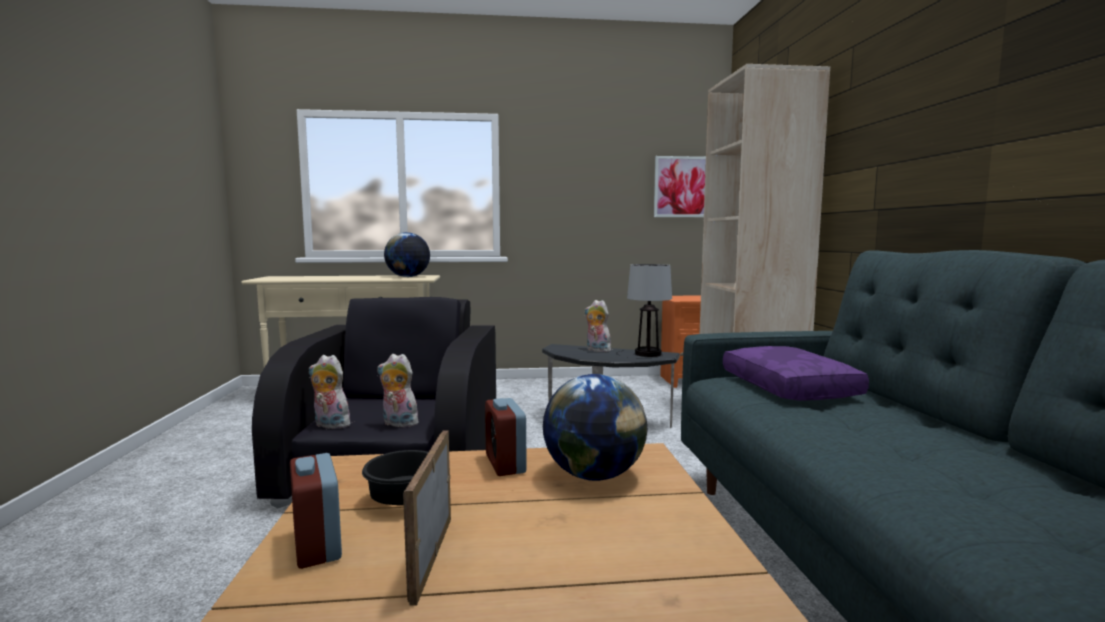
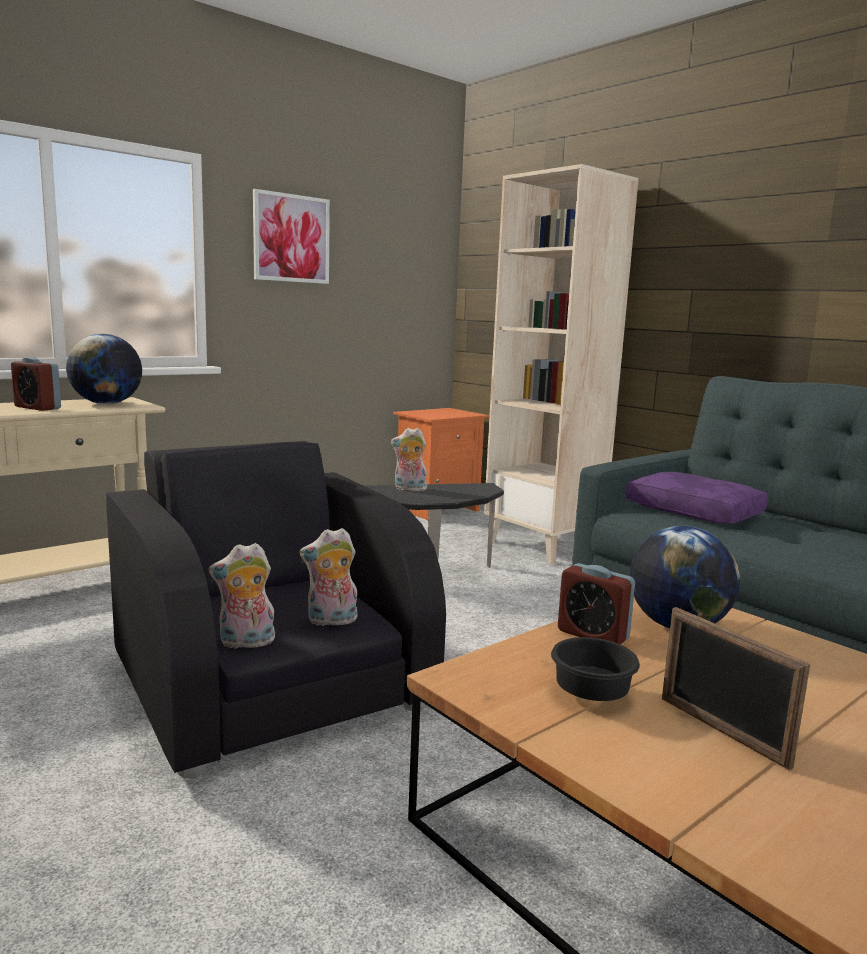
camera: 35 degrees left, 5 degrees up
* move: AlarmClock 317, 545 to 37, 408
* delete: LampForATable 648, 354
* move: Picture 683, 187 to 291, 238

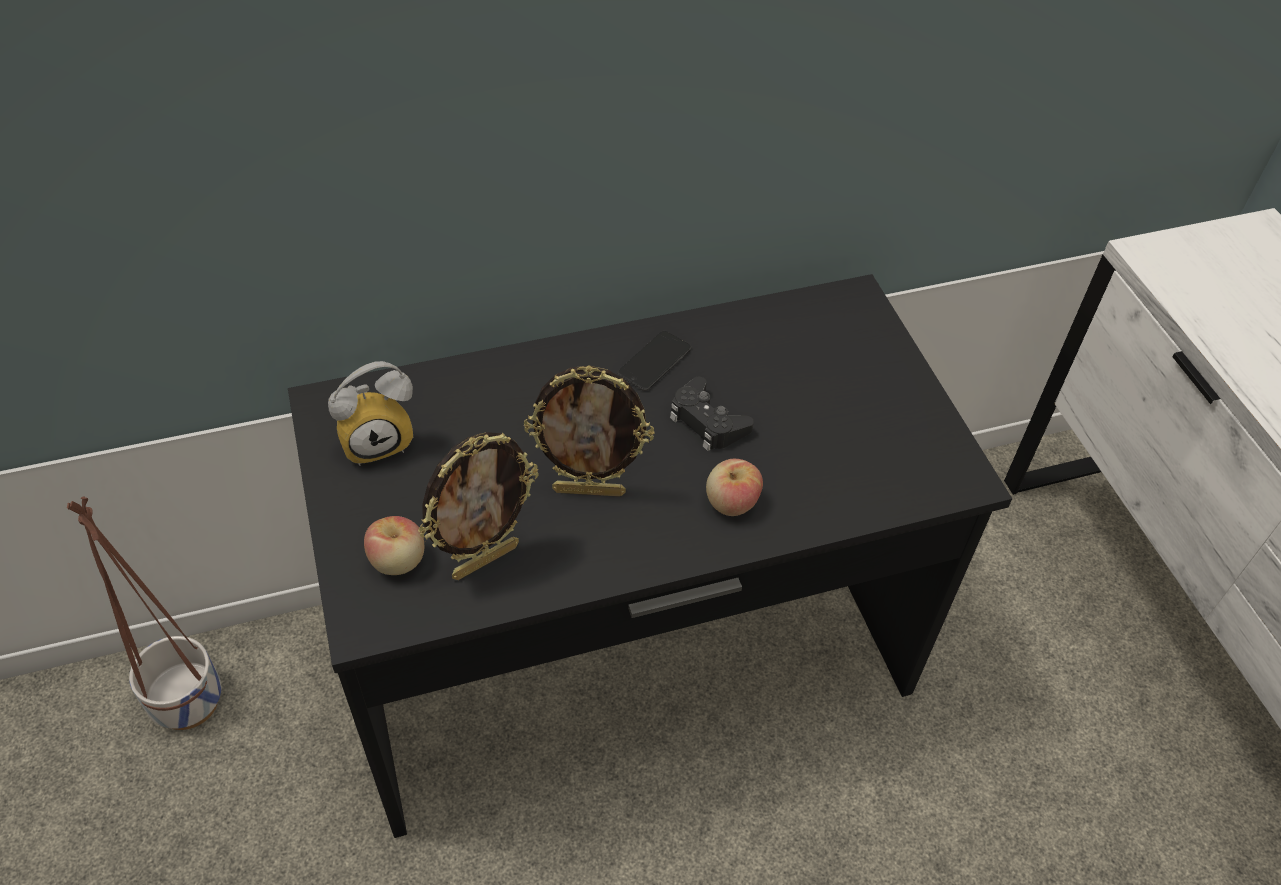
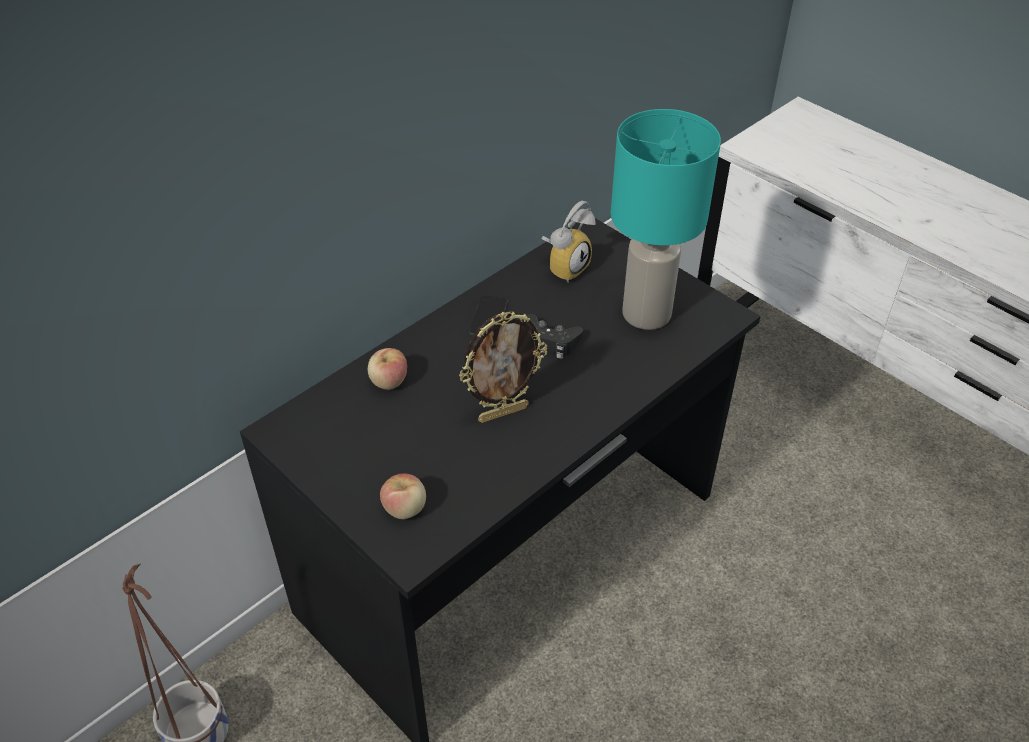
camera: 25 degrees left, 5 degrees down
* move: AlarmClock 378, 439 to 565, 267
* delete: PhotoFrame 485, 560
* move: AppleFruit 731, 502 to 389, 381
* insert: TurquoiseLampForATable 647, 315

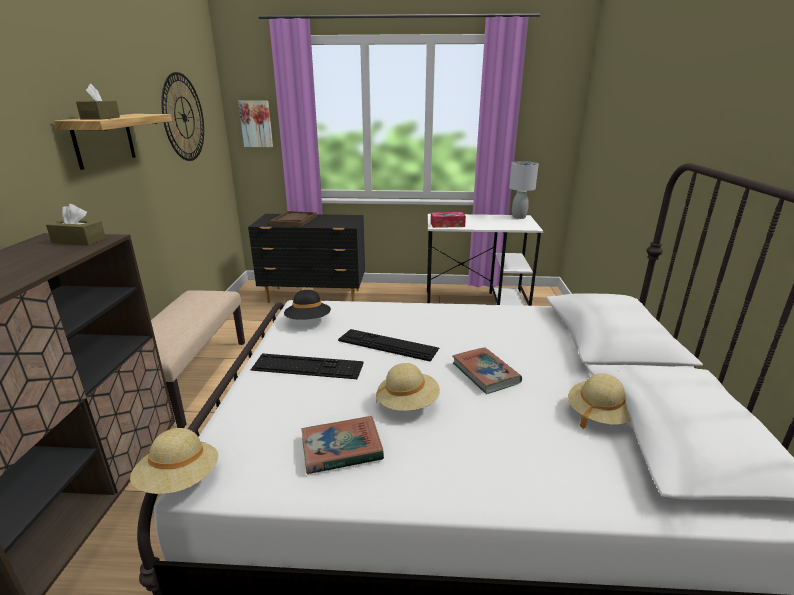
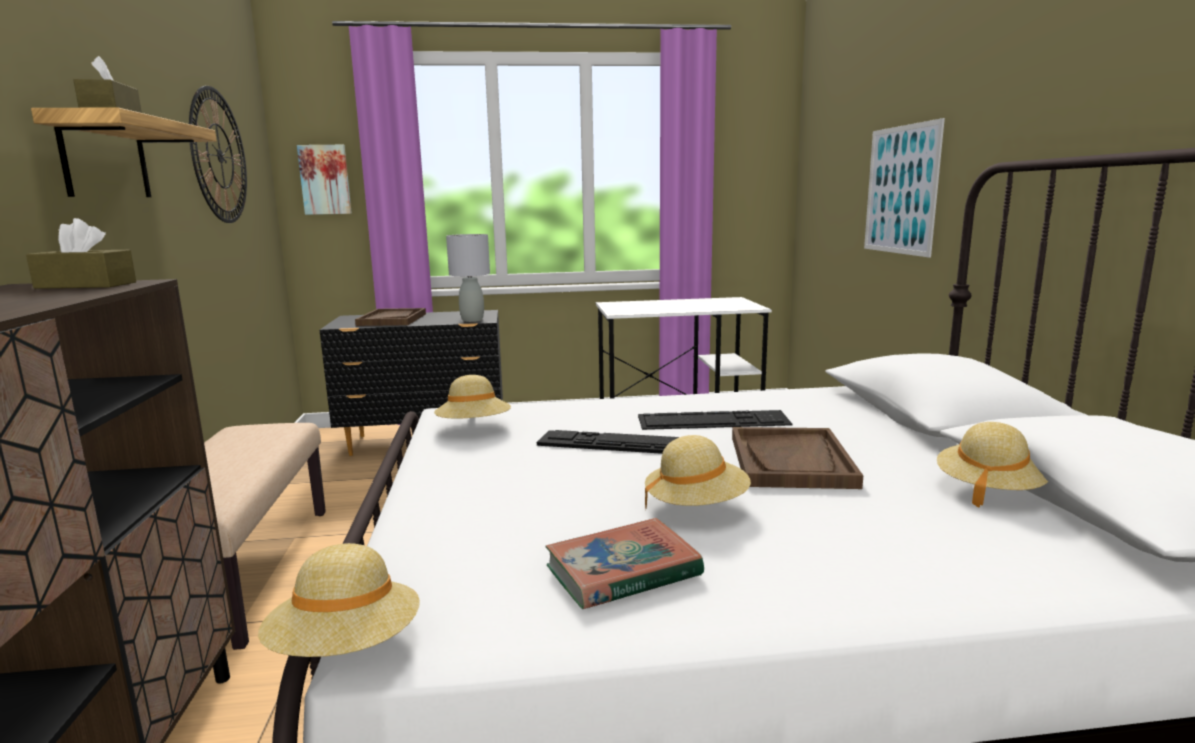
camera: 10 degrees left, 10 degrees down
* move: PcKeyboard 307, 366 to 713, 421
* recolor: BlackishWearableHat 308, 321 to BeigeColouredWearableHat 474, 427
* delete: TissueHolder 447, 225
* replace: BoundBook 485, 373 to BrownishCarryingTray 791, 461
* move: GrayLampForATable 519, 217 to 472, 320
* insert: Picture 901, 190

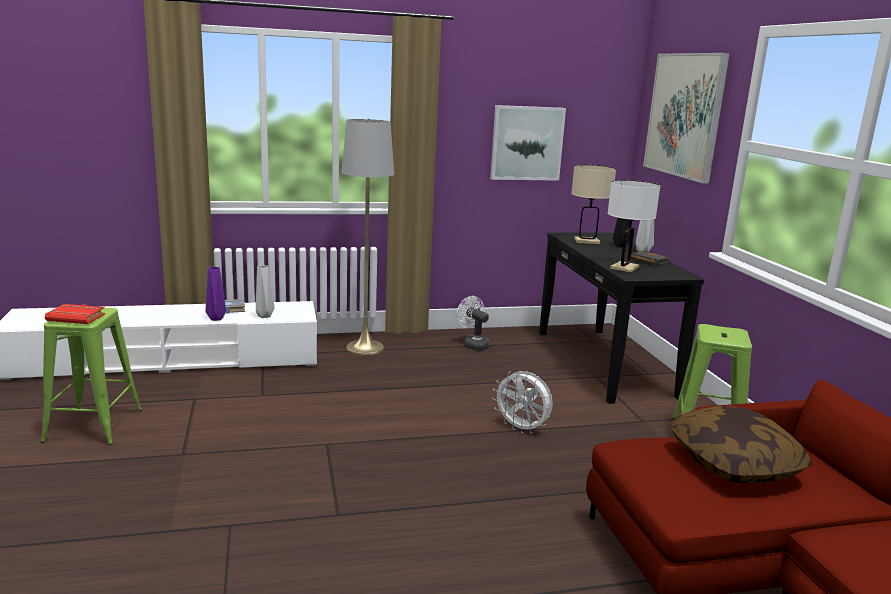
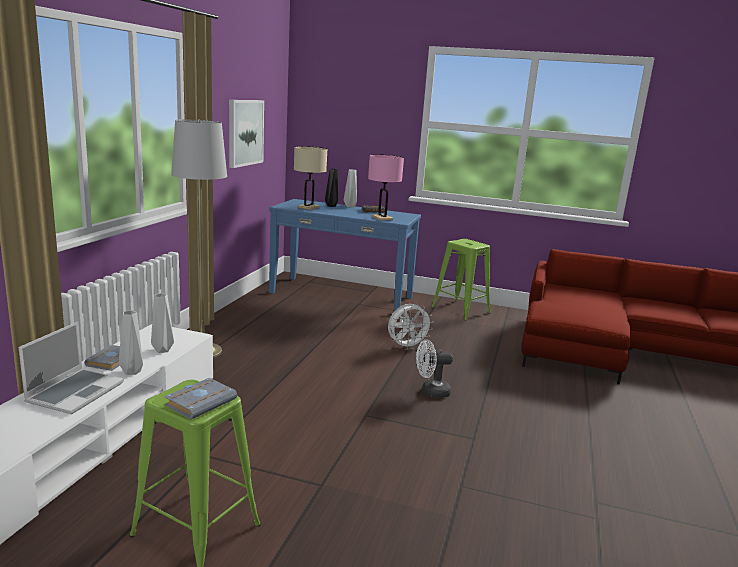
camera: 60 degrees left, 0 degrees up
* recolor: RedBoundBook 78, 317 to GrayBoundBook 200, 401
* recolor: PurpleDecorativeVase 217, 319 to GrayDecorativeVase 133, 371
* move: WhitishElectricFan 473, 344 to 431, 392
* recolor: BlackishConsoleTable 604, 363 to BlueConsoleTable 341, 295
* recolor: WhitishLampForATable 624, 268 to PinkishLampForATable 382, 218
* delete: Picture 684, 115
* delete: Pillow 734, 463
* insert: Laptop 75, 392

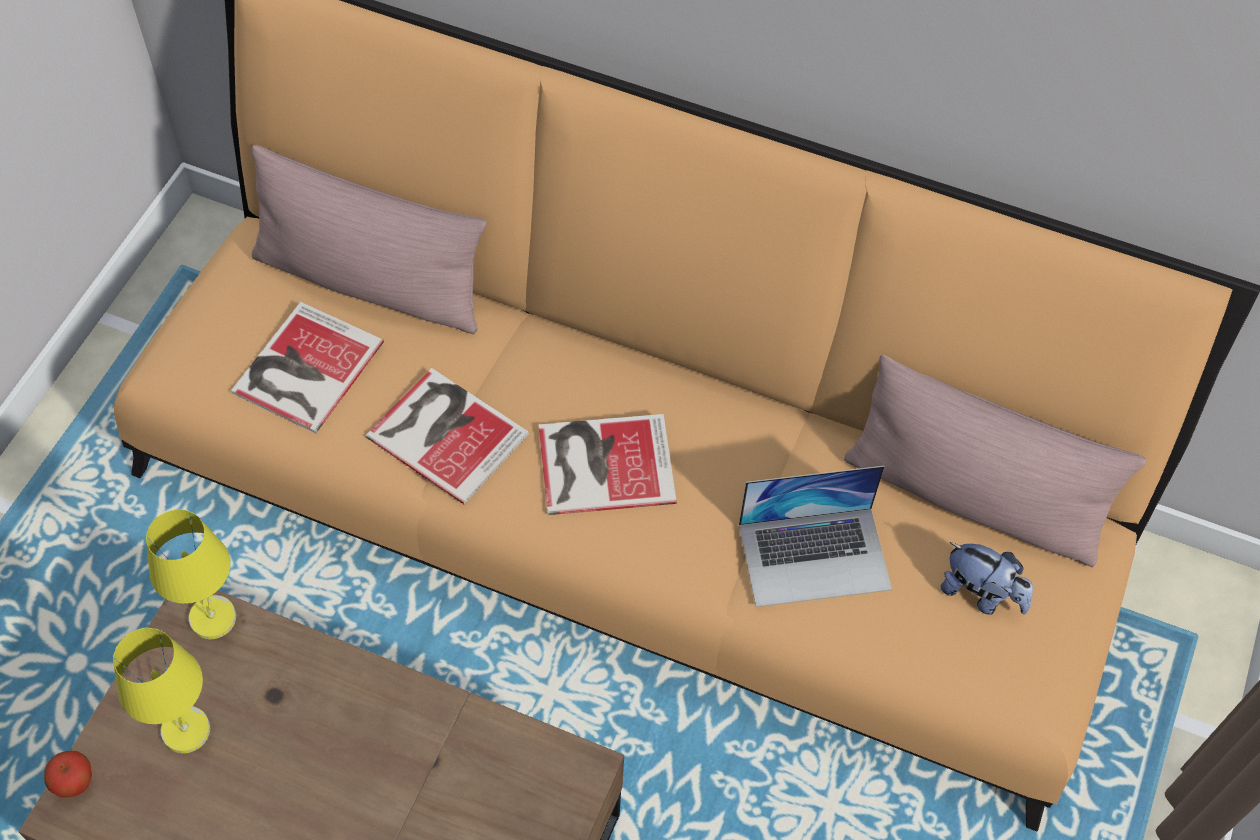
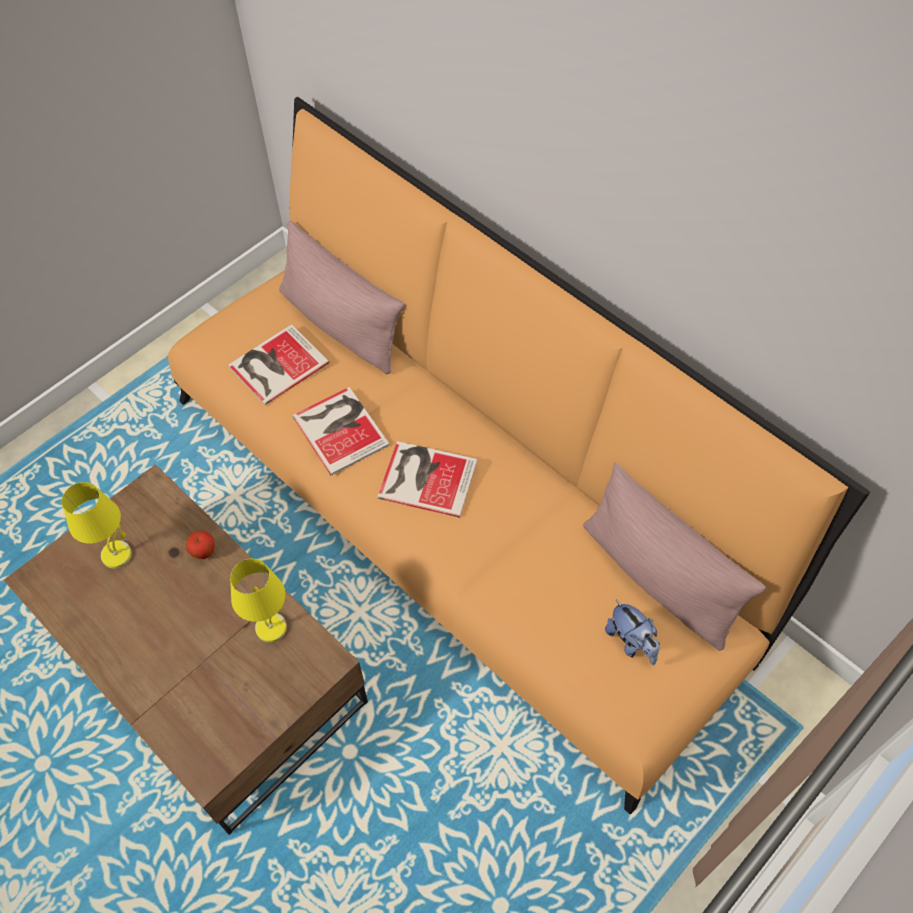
camera: 25 degrees right, 0 degrees up
* move: AppleFruit 76, 784 to 204, 553
* move: YellowishLampForATable 213, 616 to 271, 627
* delete: Laptop 814, 556

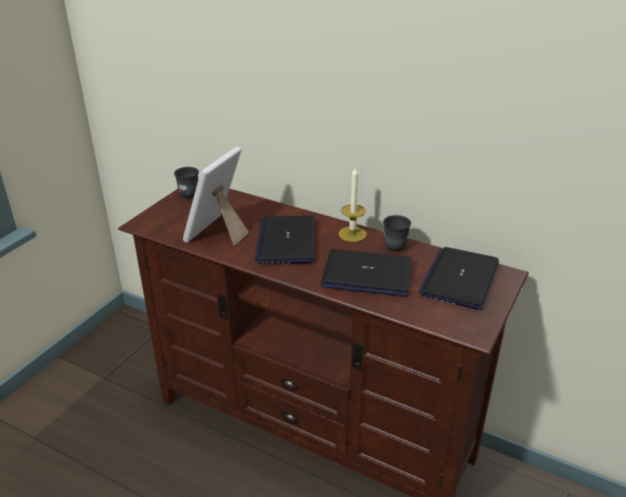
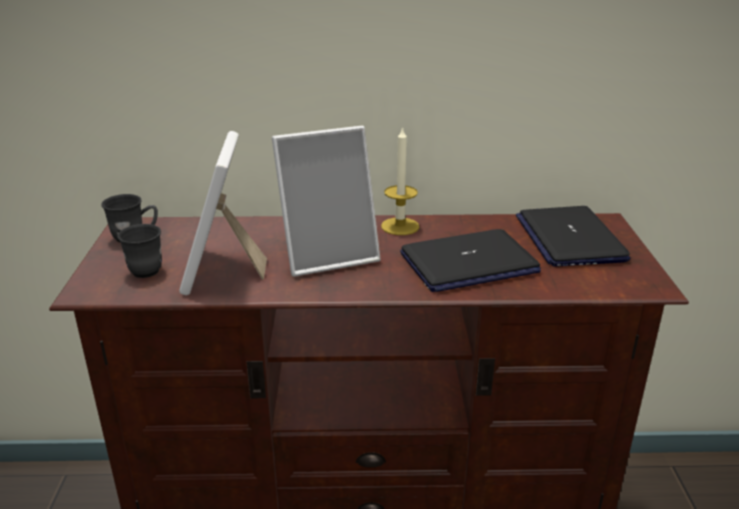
camera: 30 degrees left, 5 degrees down
* replace: Laptop 287, 241 to PhotoFrame 328, 255
* move: GrayMug 395, 244 to 145, 268

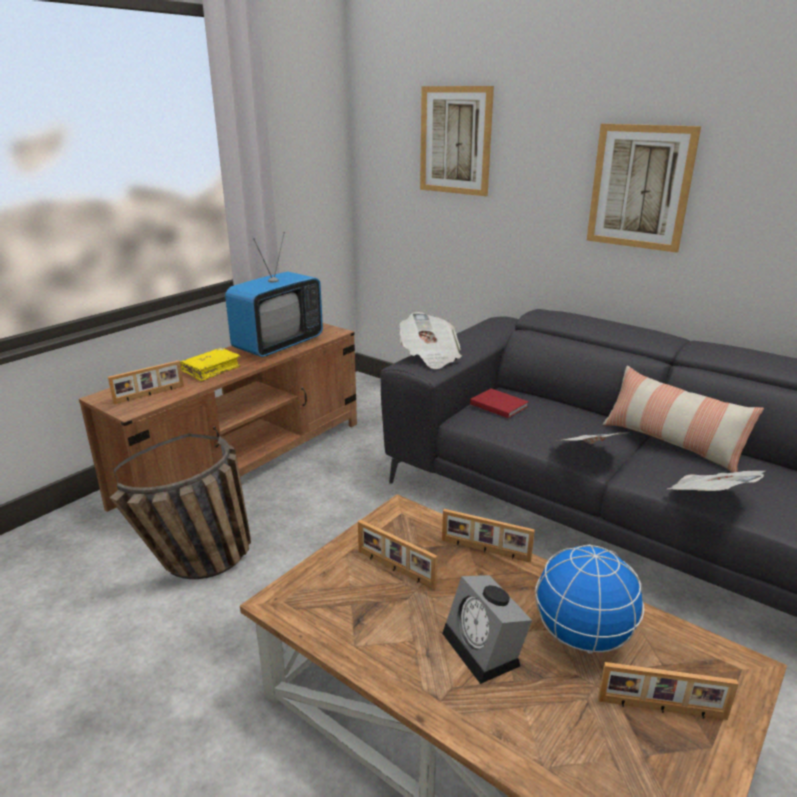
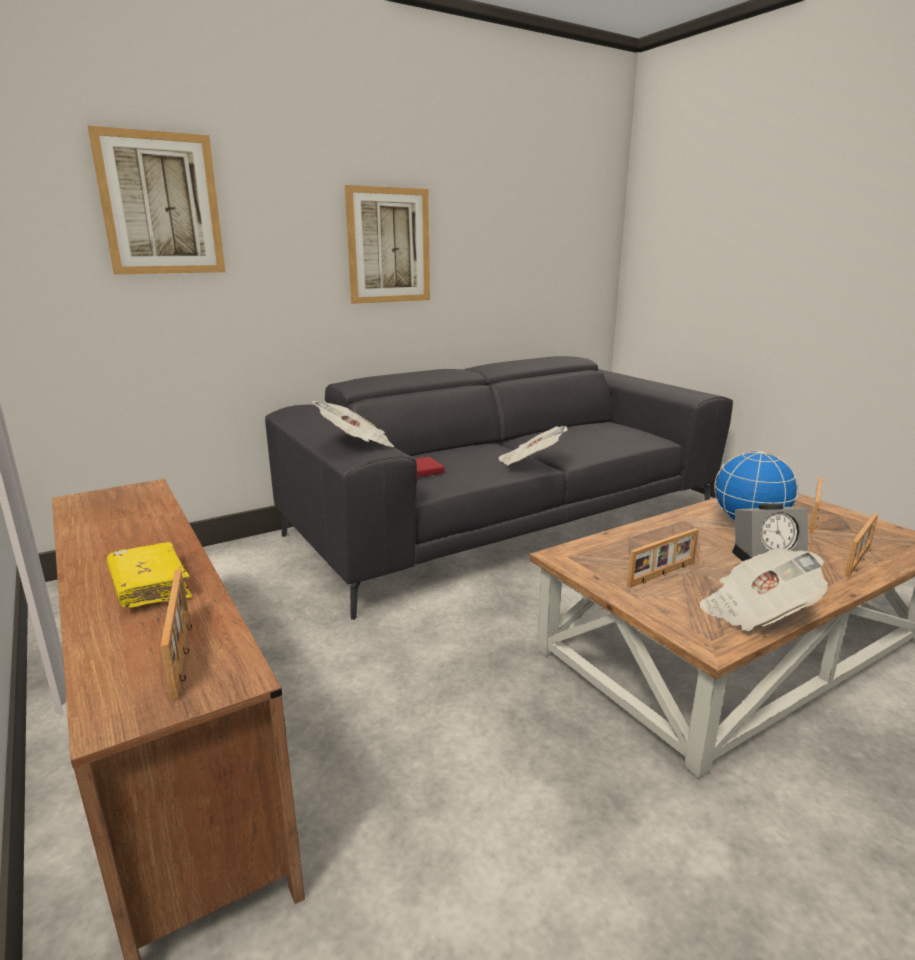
camera: 70 degrees left, 5 degrees down
* delete: Basket 198, 568
* delete: Television 278, 345
* move: PhotoFrame 485, 550 to 859, 560
* delete: Pillow 671, 443
* move: Newspaper 709, 499 to 756, 612

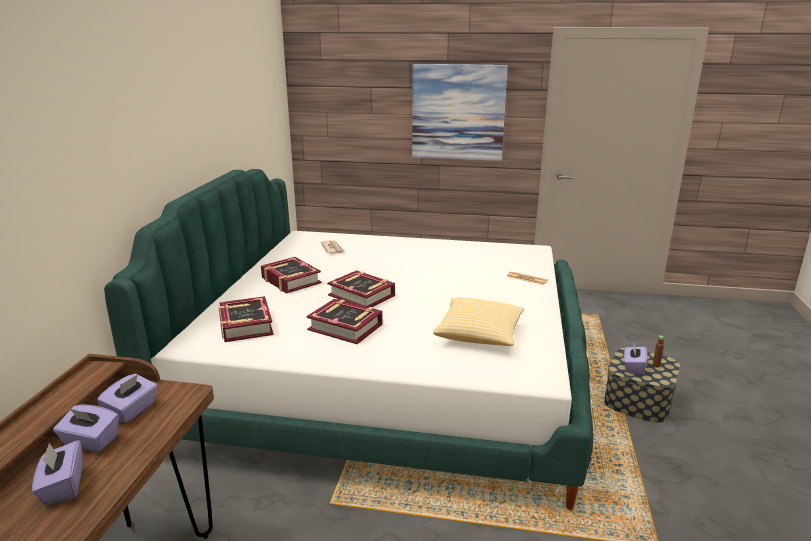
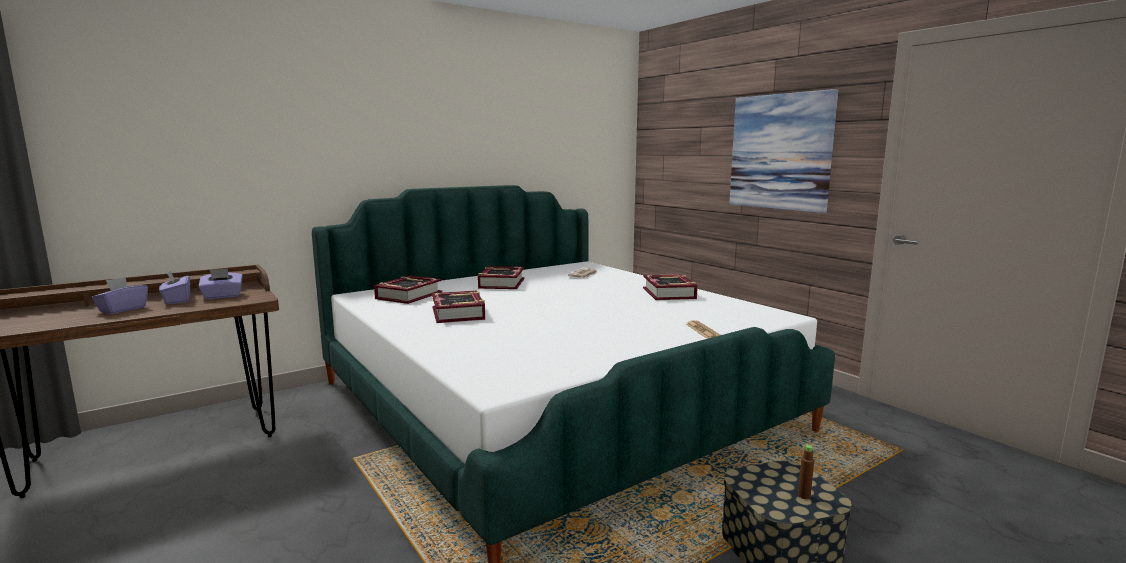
camera: 45 degrees right, 10 degrees down
* move: BoundBook 362, 295 to 669, 293
* delete: Pillow 479, 335
* delete: PurpleTissueHolder 633, 367

